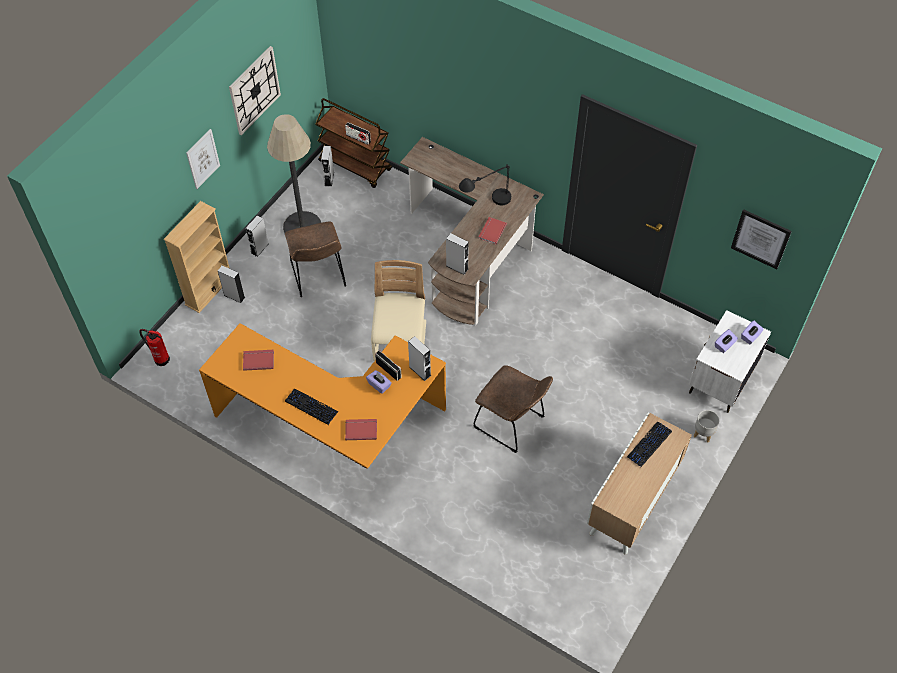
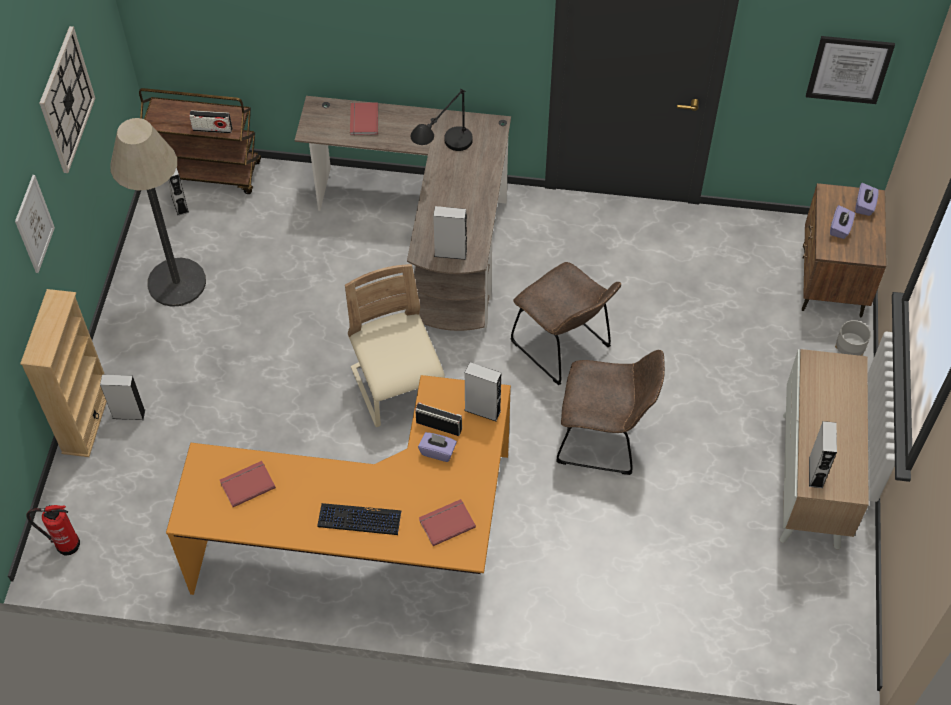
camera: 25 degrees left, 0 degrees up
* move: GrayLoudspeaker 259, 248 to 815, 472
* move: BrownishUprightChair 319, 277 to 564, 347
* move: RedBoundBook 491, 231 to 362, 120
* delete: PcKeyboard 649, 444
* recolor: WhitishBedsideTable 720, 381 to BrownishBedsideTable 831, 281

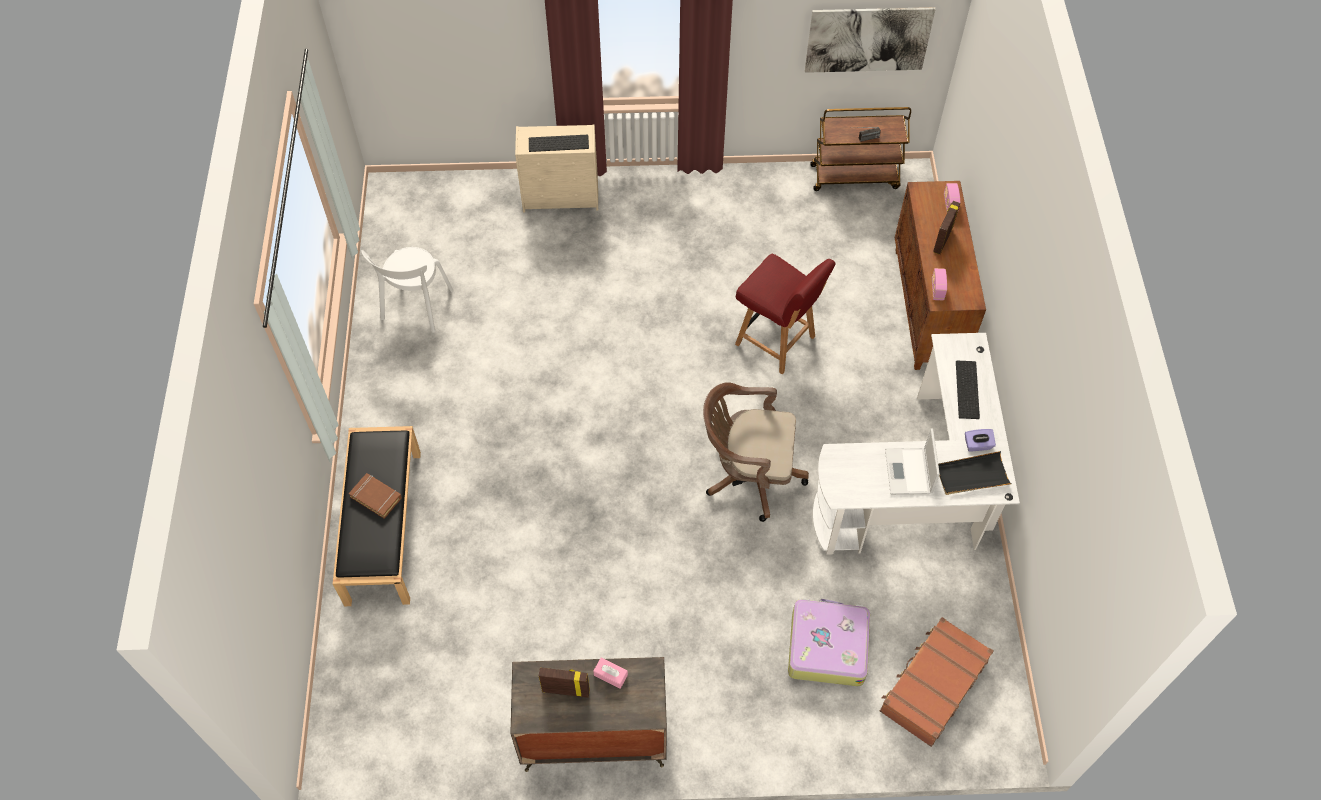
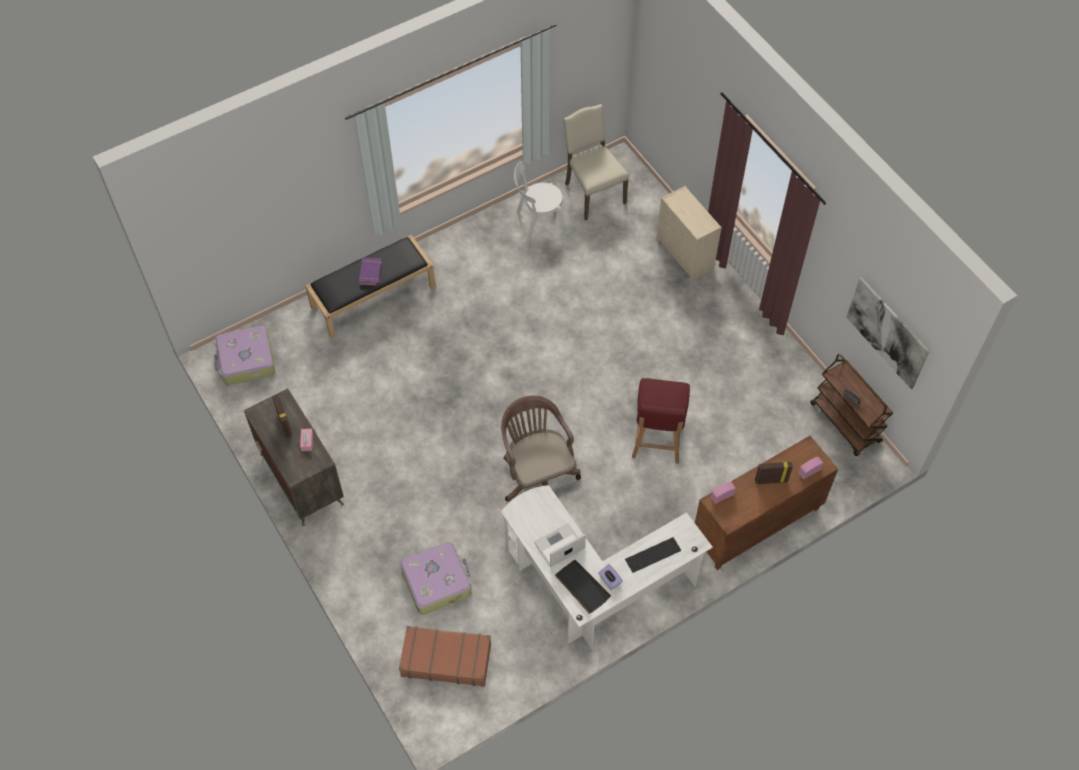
camera: 60 degrees right, 0 degrees up
* recolor: BrownishBoundBook 376, 497 to PurpleBoundBook 371, 273
* delete: PcKeyboard 559, 142
* insert: PieceOfLuggage 246, 361
* insert: BeigeColouredUprightChair 593, 193

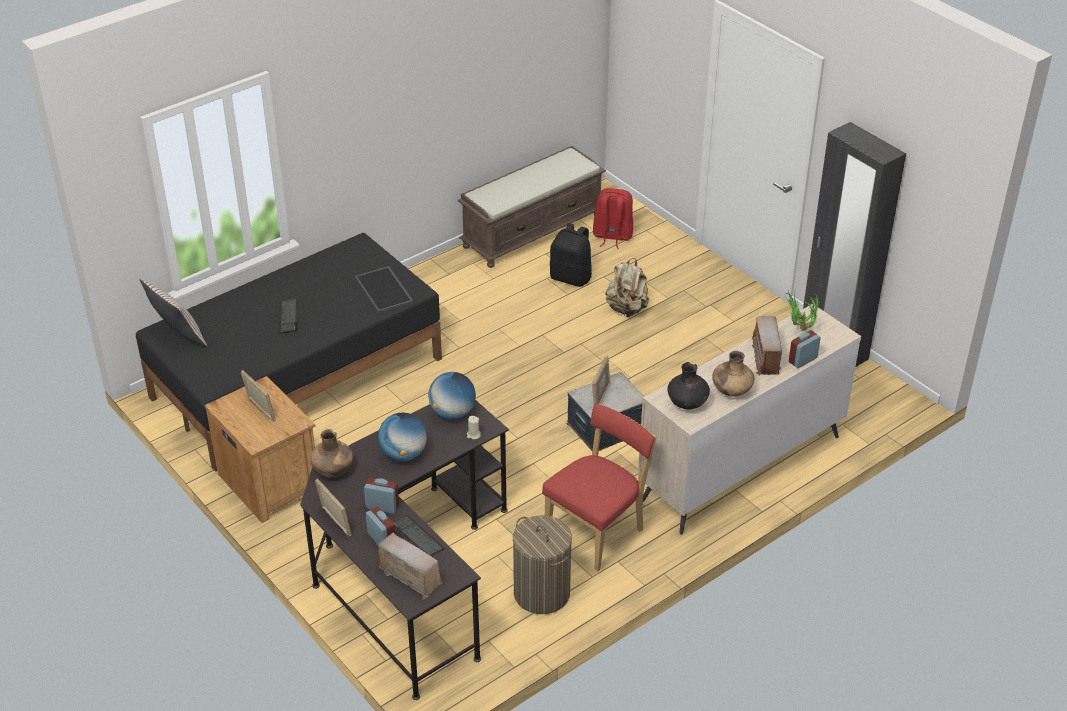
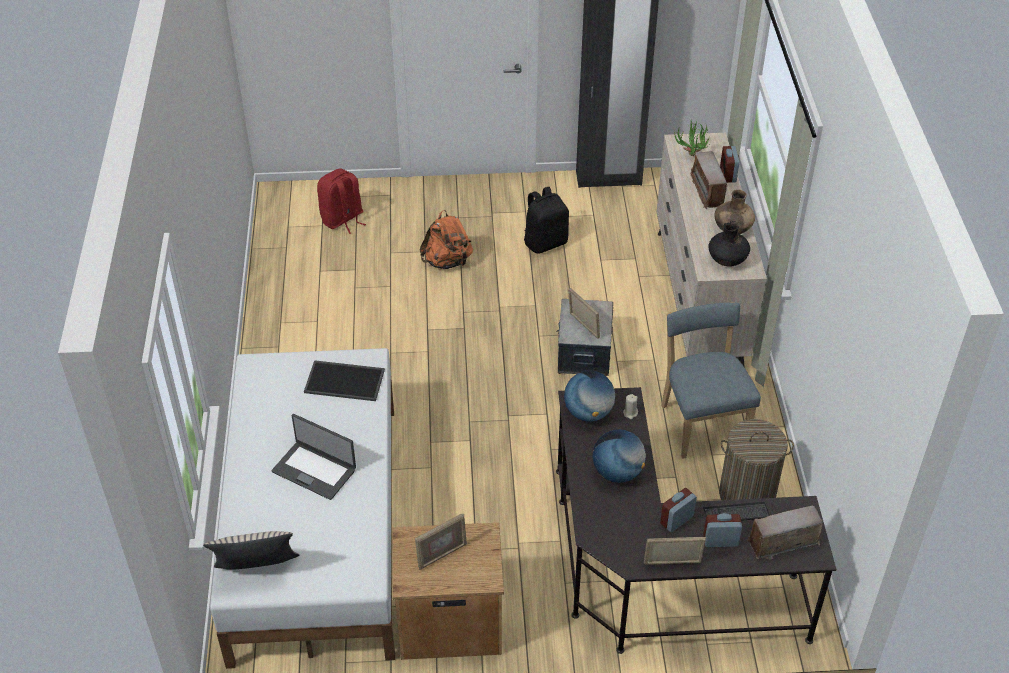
camera: 55 degrees left, 5 degrees up
* recolor: BlackishSleepingBed 296, 377 to WhitishSleepingBed 315, 530
* rotate: PhotoFrame 260, 410 = 441, 555 150 degrees clockwise
* replace: PcKeyboard 288, 317 to Laptop 314, 470
* delete: BrownishDecorativeVase 333, 470
* delete: BrownishLongSeat 532, 230
* recolor: RedUprightChair 597, 531 to BlueUprightChair 702, 422
* move: BlackishRucksack 571, 277 to 545, 242
* recolor: BeigeColouredRucksack 627, 309 to OrangeyRucksack 447, 261
* rotate: RadioSet 766, 357 = 707, 191 45 degrees clockwise

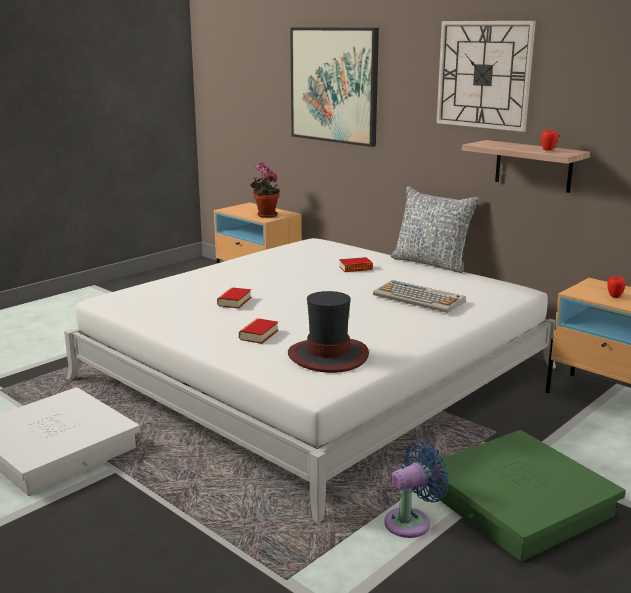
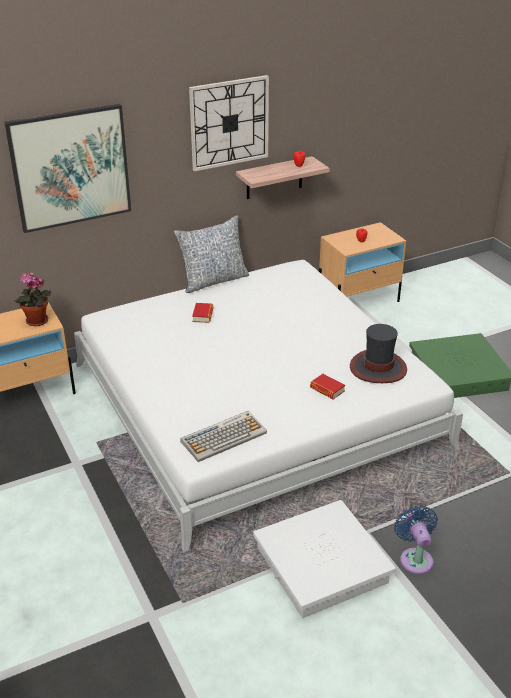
camera: 70 degrees left, 15 degrees up
* delete: BoundBook 234, 301
* move: PcKeyboard 419, 298 to 224, 437
* move: BlueElectricFan 411, 521 to 415, 558

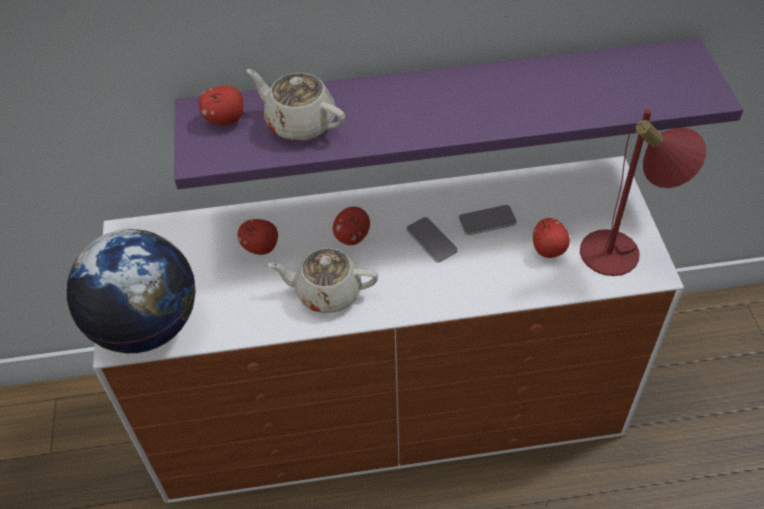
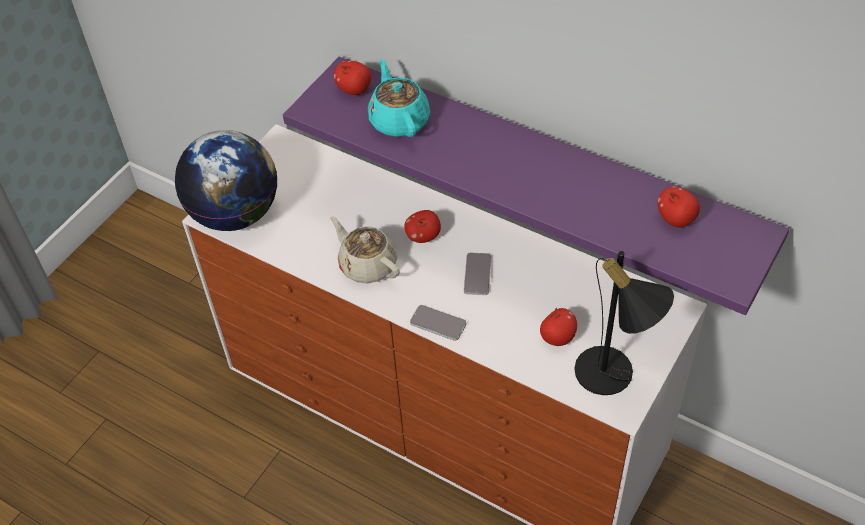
camera: 40 degrees right, 0 degrees up
* move: AppleFruit 261, 247 to 676, 219
* recolor: BeigeColouredPotForTea 299, 123 to TurquoisePotForTea 399, 120
* move: Telephone 487, 221 to 438, 323
* recolor: RedLampForATable 622, 253 to BlackishLampForATable 613, 377

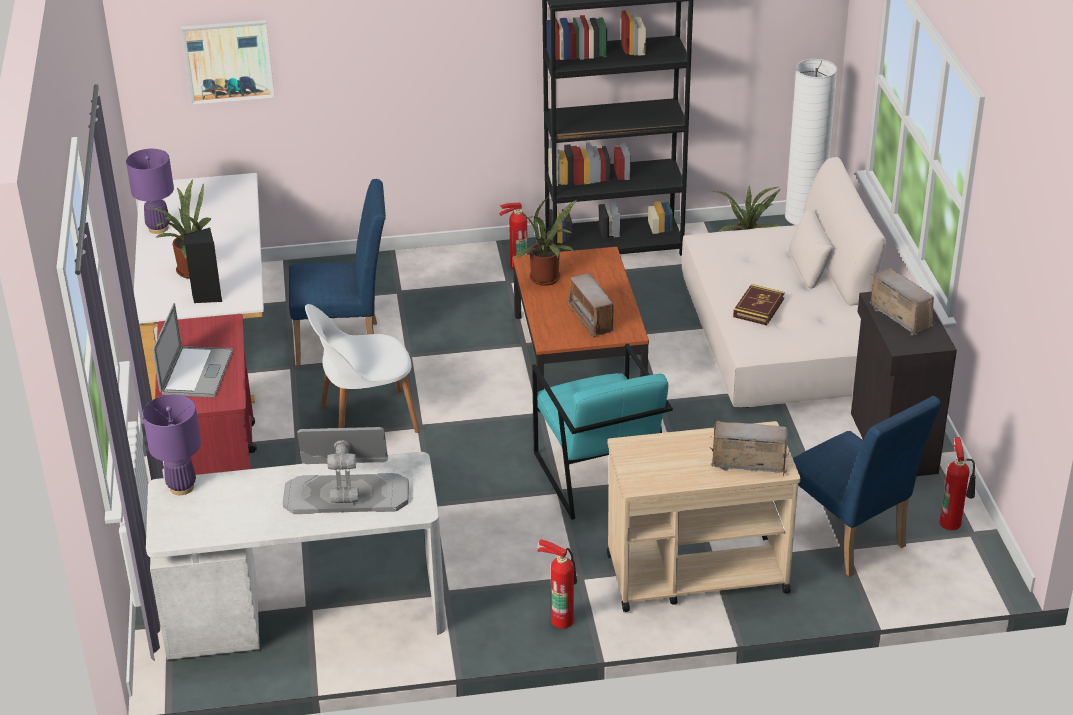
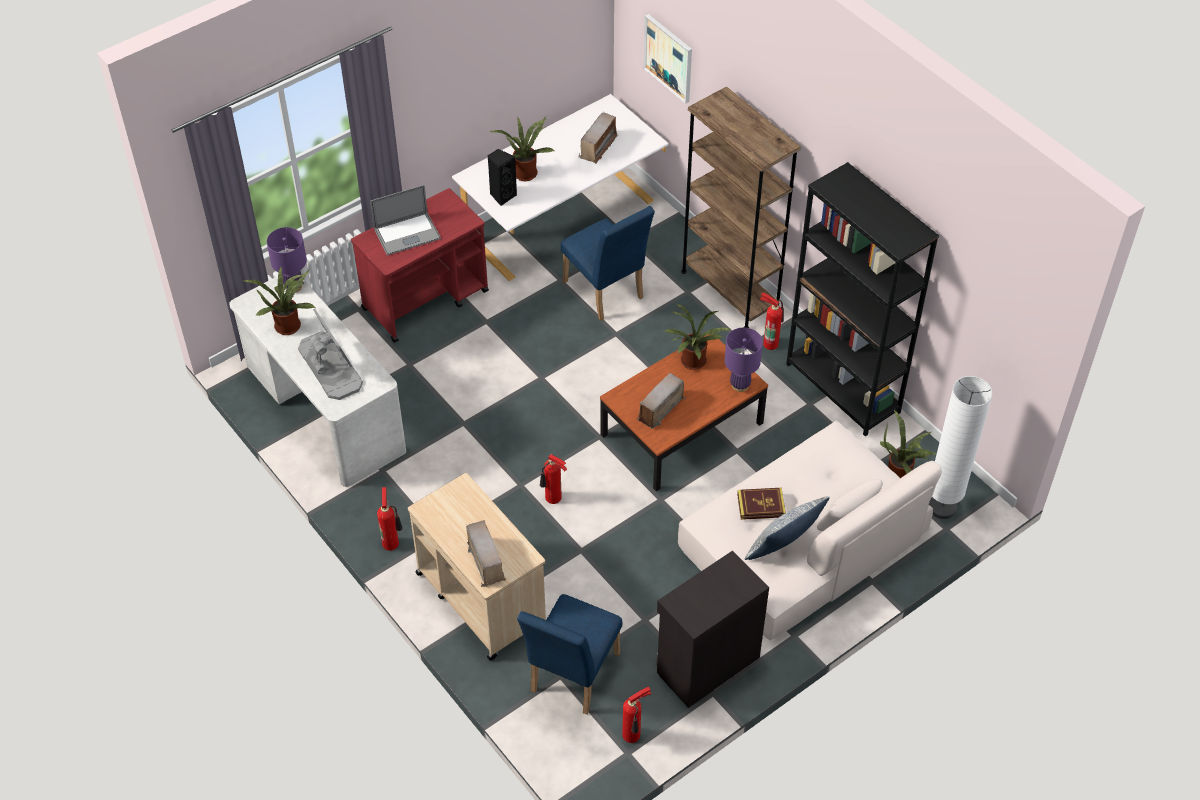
camera: 60 degrees right, 15 degrees up
* move: PurpleLampForATable 158, 228 to 740, 385
* delete: WhitishUprightChair 366, 419
* replace: TurquoiseLoungeChair 599, 474 to FireExtinguisher 553, 499
* move: RadioSet 899, 315 to 598, 147
* insert: PottedPlant 288, 324
* insert: BrownishBookcase 729, 290
* insert: Pillow 783, 547

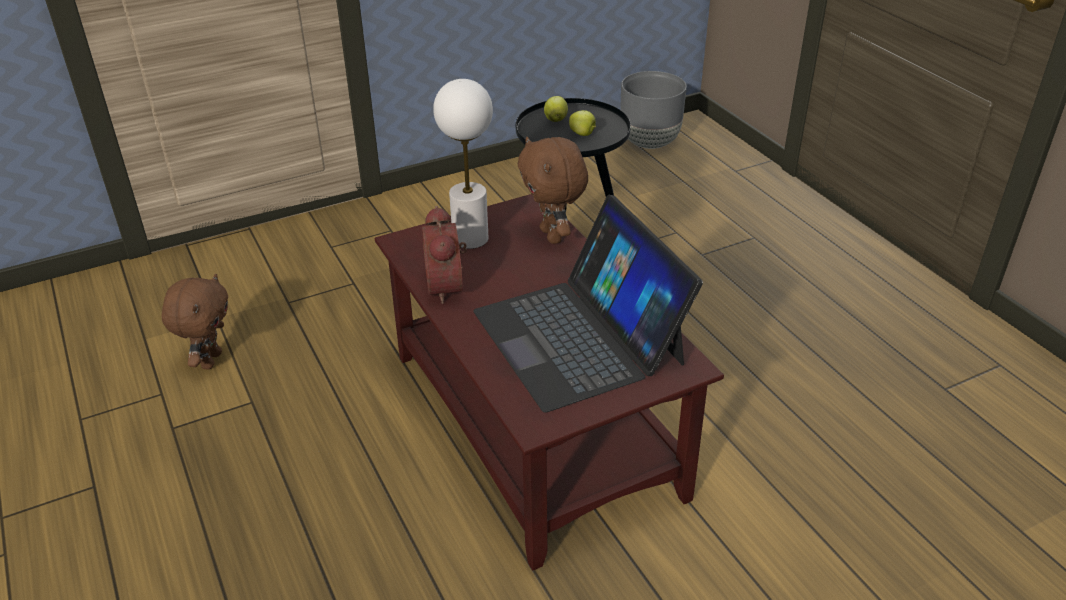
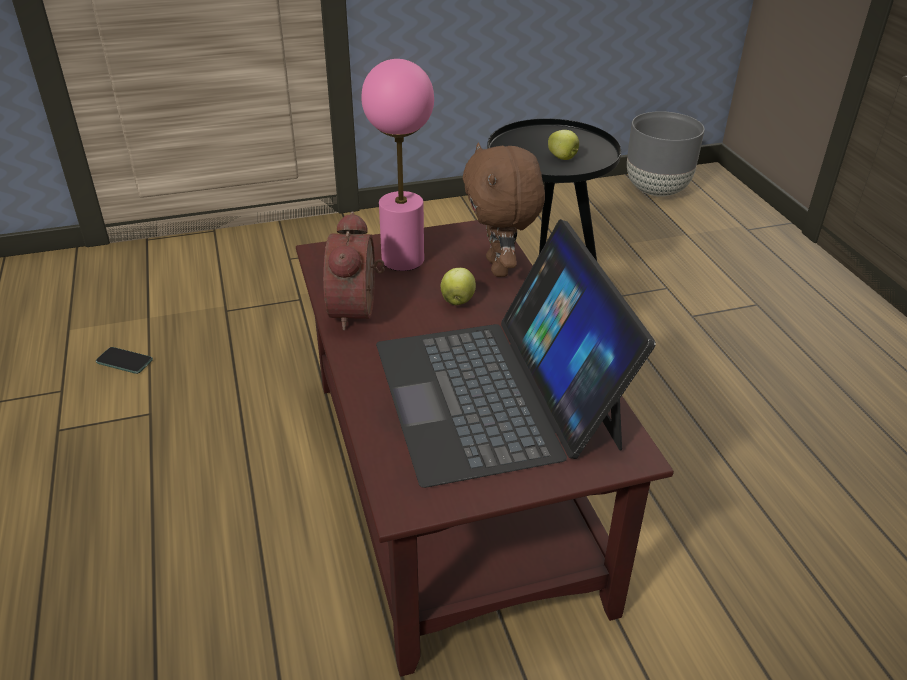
camera: 10 degrees right, 0 degrees up
* replace: BrownishCuddlyToy 210, 360 to Telephone 124, 361
* recolor: WhitishLampForATable 471, 239 to PinkishLampForATable 403, 260
* move: AppleFruit 555, 120 to 457, 301

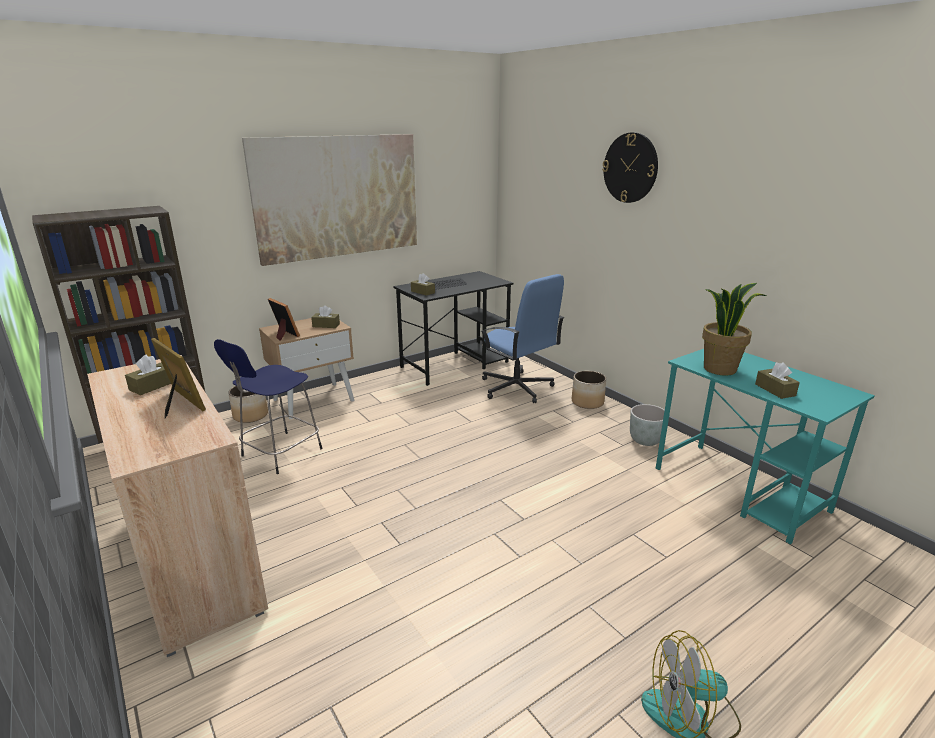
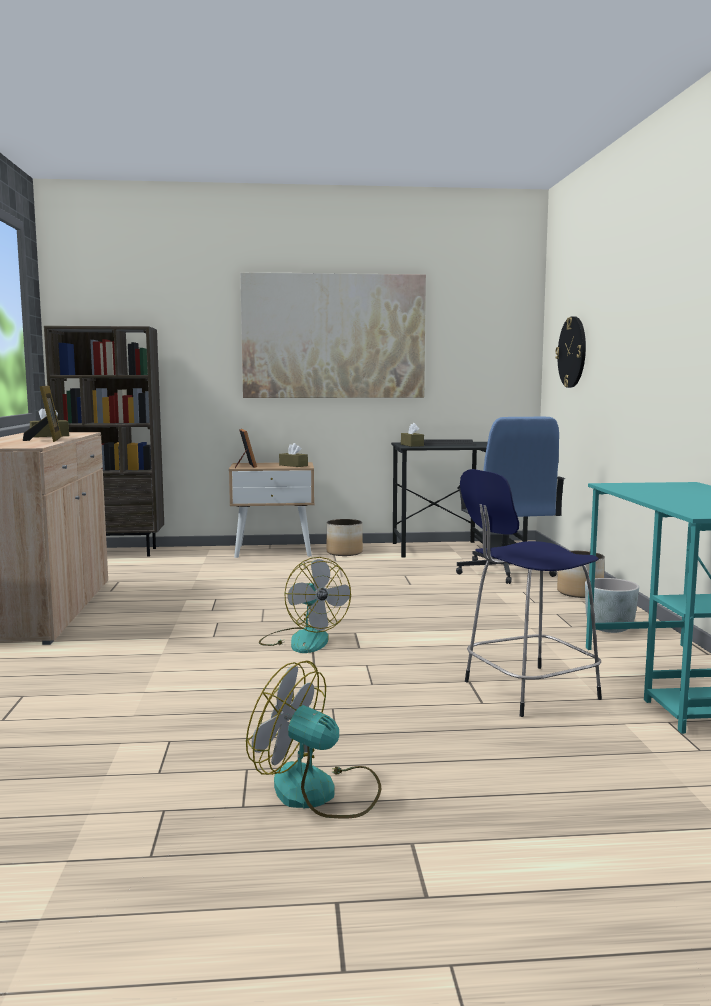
camera: 30 degrees right, 15 degrees down
* move: BlueSittingStool 279, 453 to 526, 691
* move: Planter 251, 415 to 345, 552
* move: WallClock 630, 168 to 572, 352
* delete: PottedPlant 719, 369
* delete: BrownishTissueHolder 775, 390
* insert: ElectricFan 303, 640

